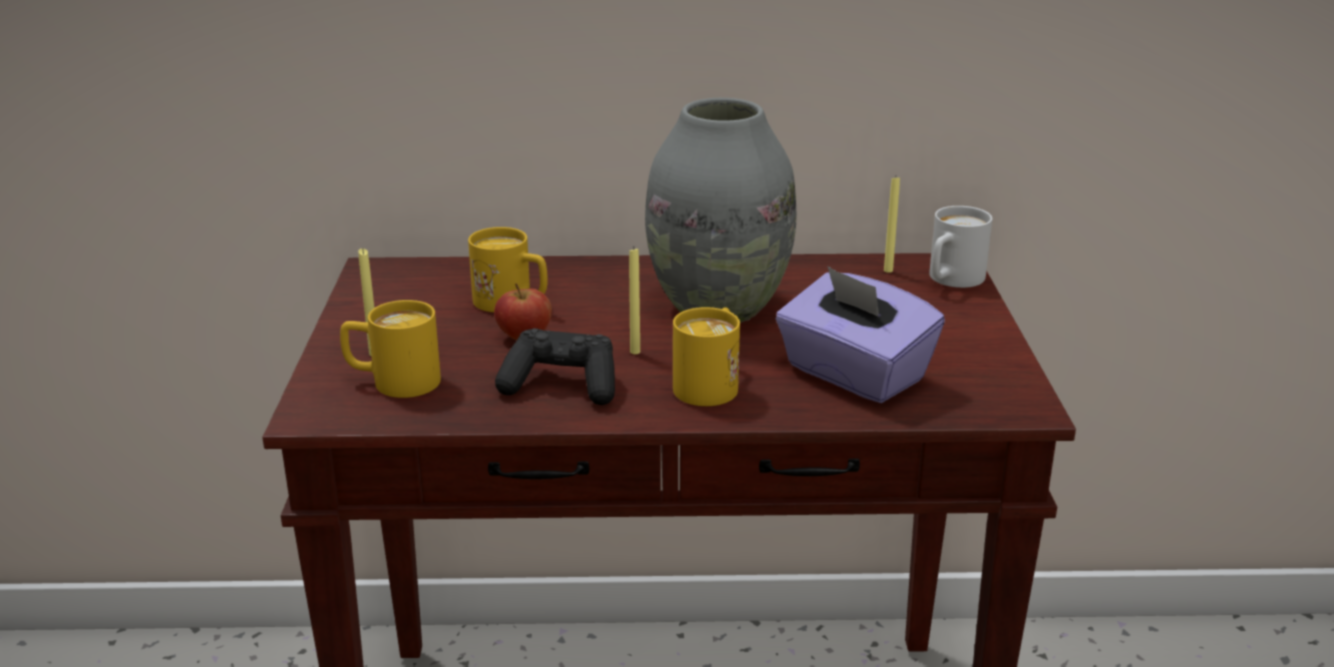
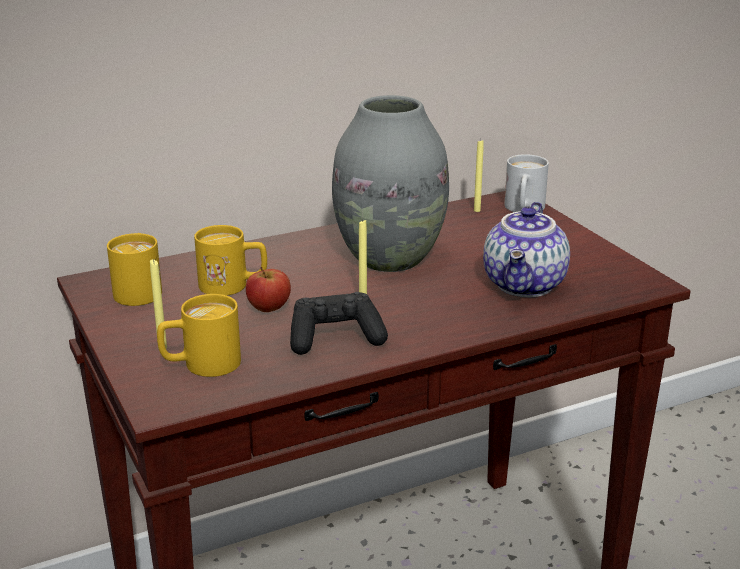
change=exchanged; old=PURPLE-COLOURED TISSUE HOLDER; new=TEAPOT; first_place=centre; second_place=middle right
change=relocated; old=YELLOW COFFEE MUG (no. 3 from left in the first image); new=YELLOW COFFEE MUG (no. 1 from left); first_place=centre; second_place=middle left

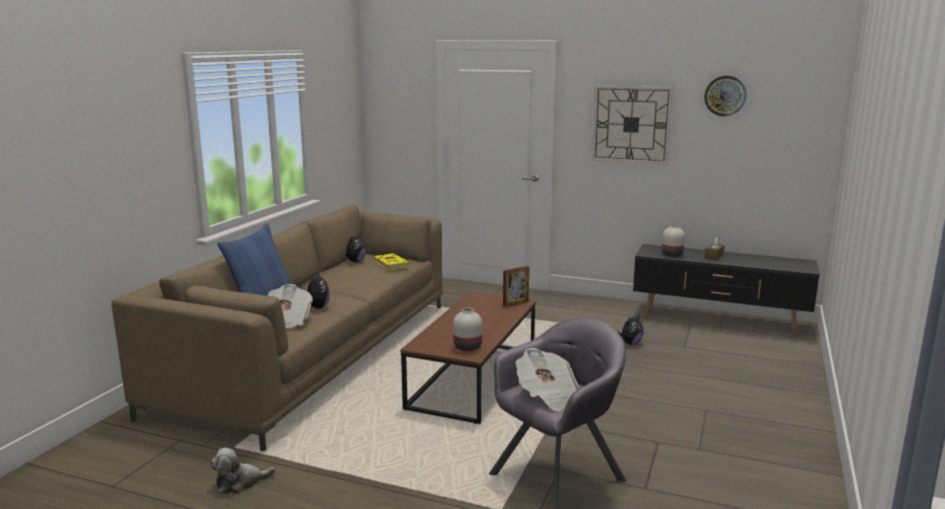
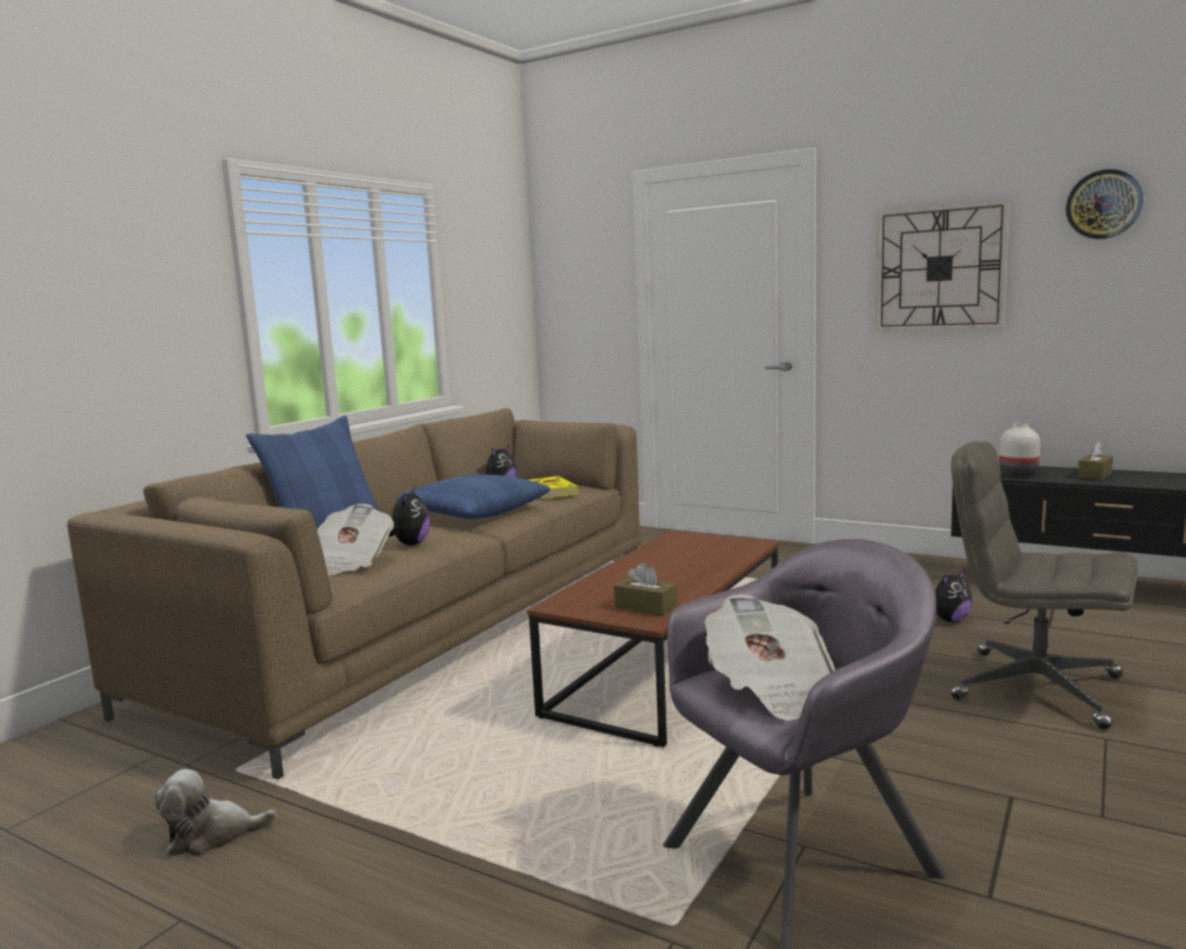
change=missing; old=PICTURE FRAME; first_place=centre
change=exchanged; old=WHITE-COLOURED DECORATIVE VASE (no. 1 from left); new=BROWN-COLOURED TISSUE HOLDER (no. 1 from left); first_place=centre; second_place=centre
change=appeared; new=GREY OFFICE CHAIR; second_place=middle right
change=appeared; new=BLUE THROW PILLOW (no. 2 from left); second_place=centre

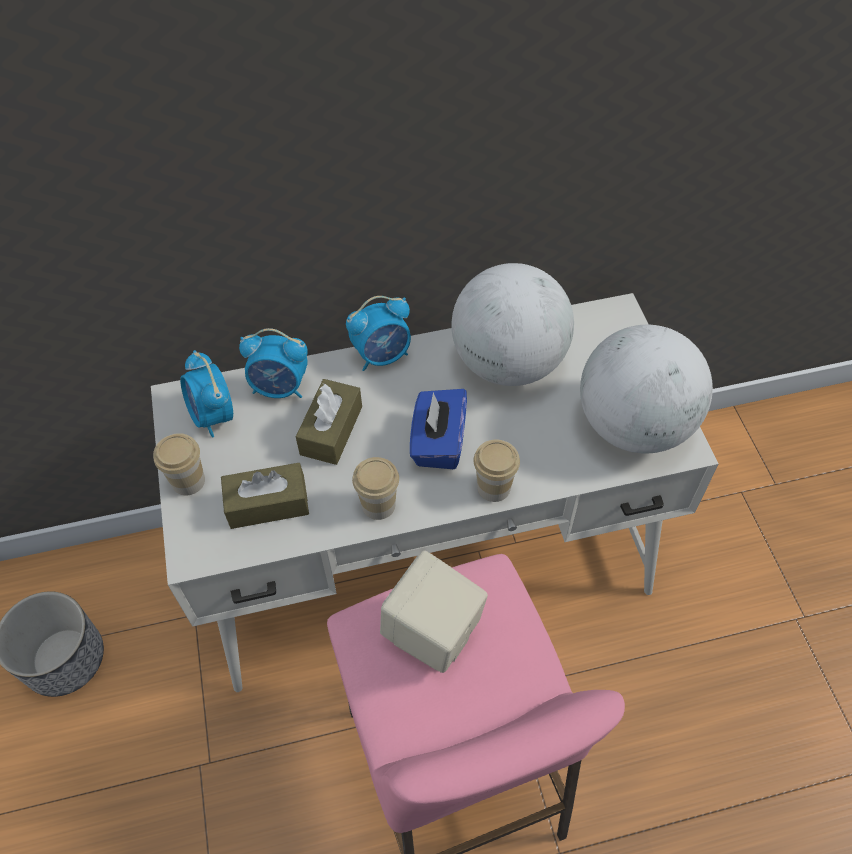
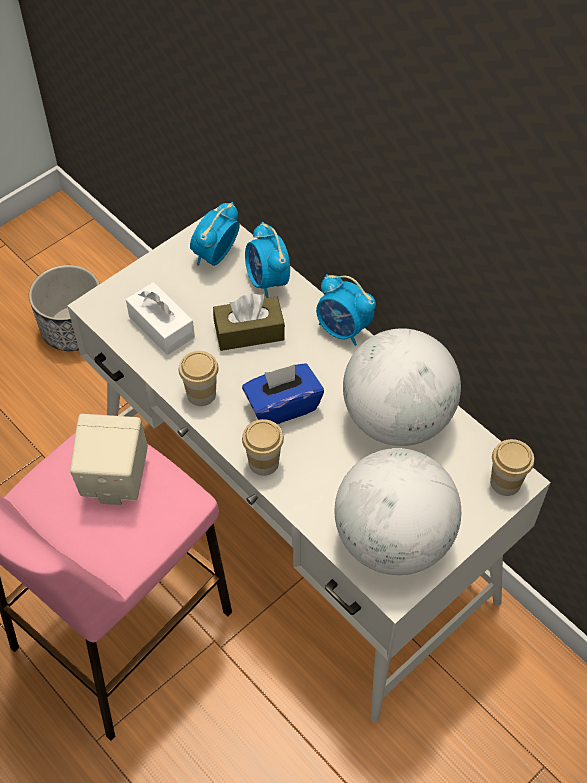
change=relocated; old=DRINKING CUP (no. 1 from left in the first image); new=DRINKING CUP (no. 3 from left); first_place=middle left; second_place=middle right
change=colour; old=BROWN-COLOURED TISSUE HOLDER (no. 1 from left); new=WHITE-COLOURED TISSUE HOLDER; first_place=middle left; second_place=middle left

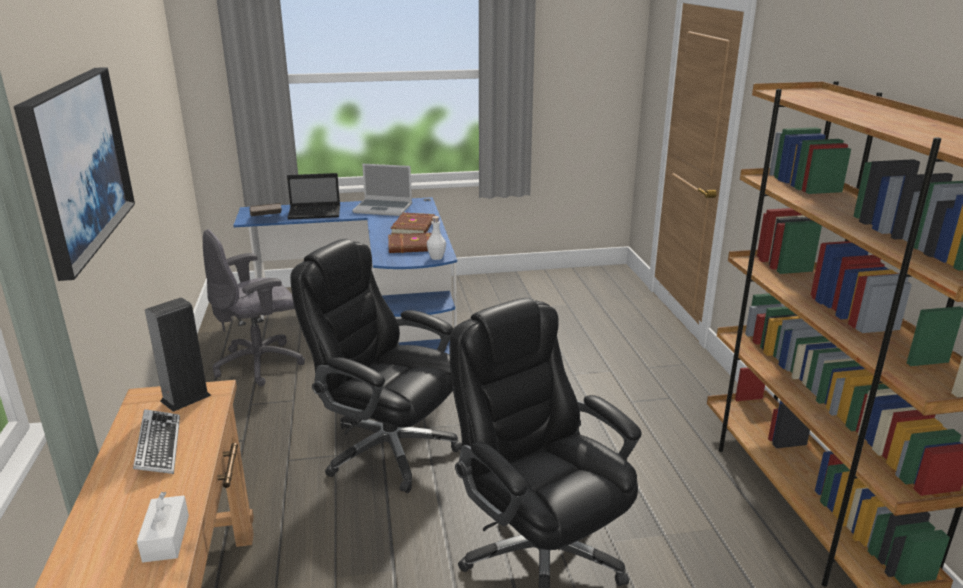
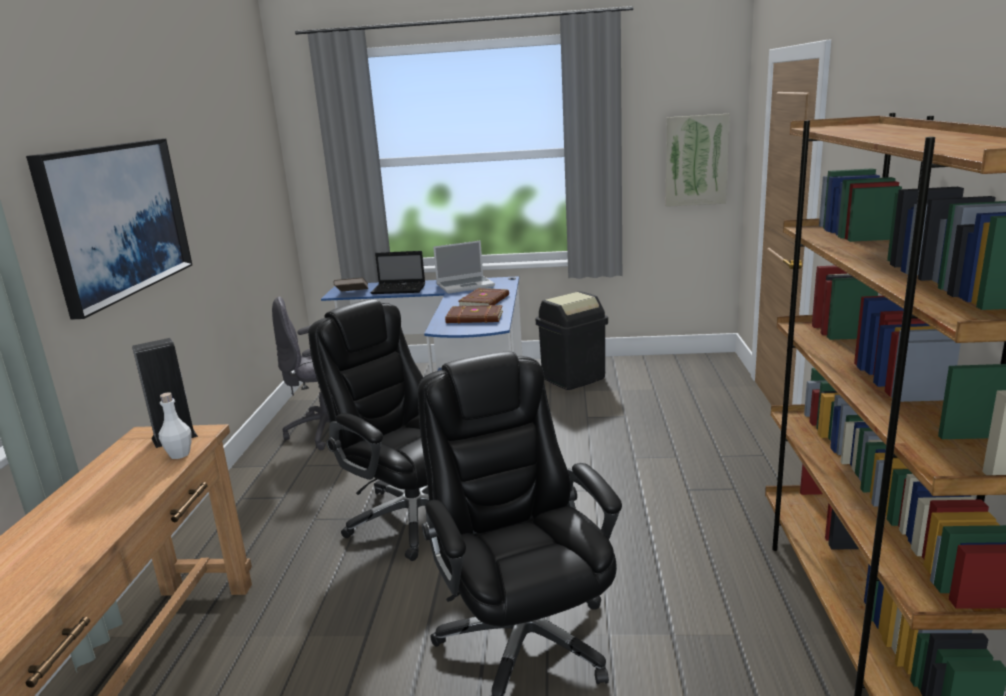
change=spun; old=PORTABLE COMPUTER (no. 2 from left); first_place=top centre; second_place=centre; degrees=-45
change=relocated; old=WHITE-COLOURED BEVERAGE BOTTLE; first_place=centre; second_place=middle left
change=missing; old=COMPUTER KEYBOARD; first_place=bottom left
change=missing; old=WHITE-COLOURED TISSUE HOLDER; first_place=bottom left
change=appeared; new=PICTURE (no. 2 from left); second_place=top right
change=appeared; new=BLACK-COLOURED RUBBISH BIN; second_place=centre

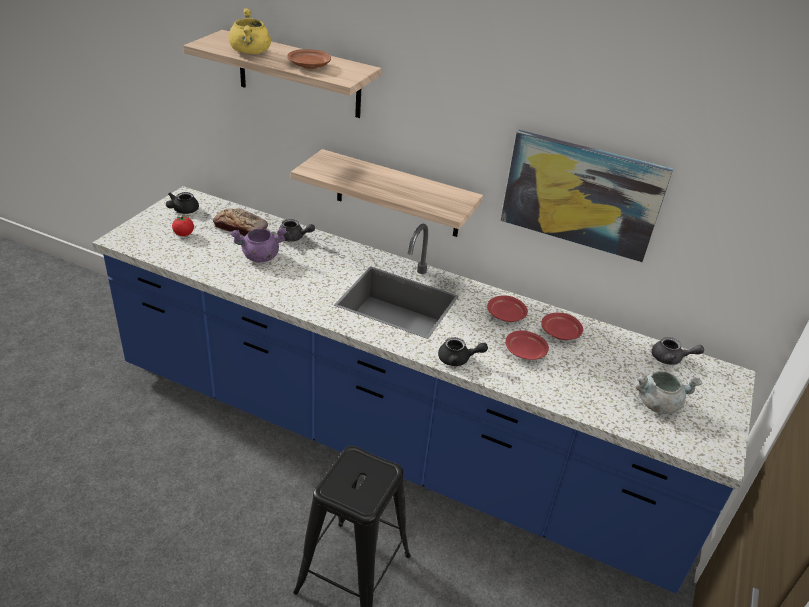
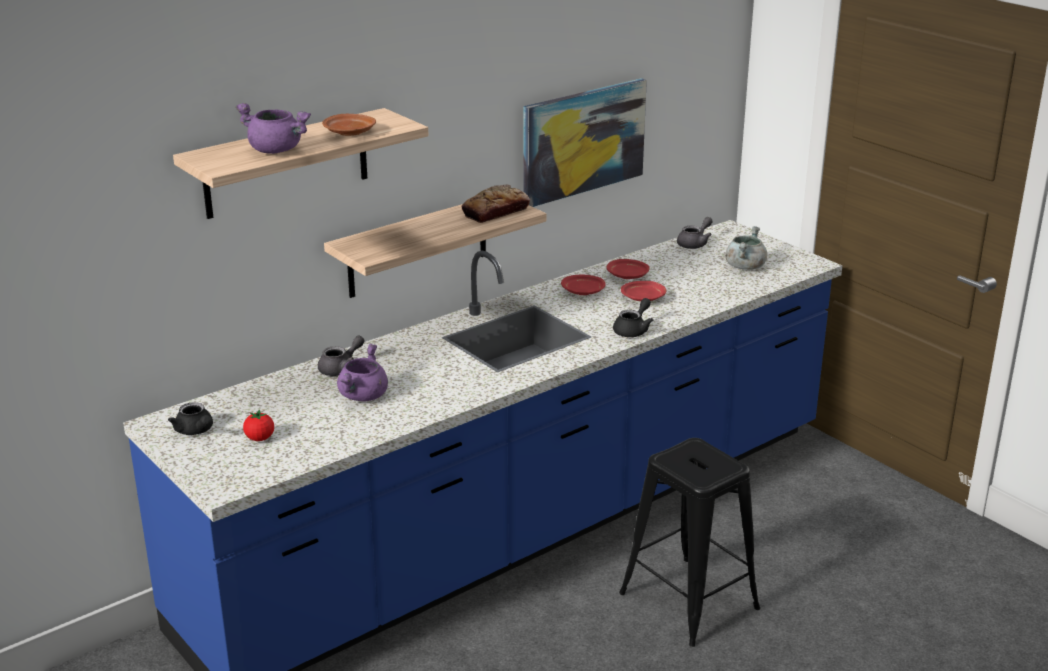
change=colour; old=YELLOW SAUCEPOT; new=PURPLE-COLOURED SAUCEPOT (no. 1 from left); first_place=top left; second_place=top left
change=relocated; old=BAKED BREAD; first_place=middle left; second_place=top centre

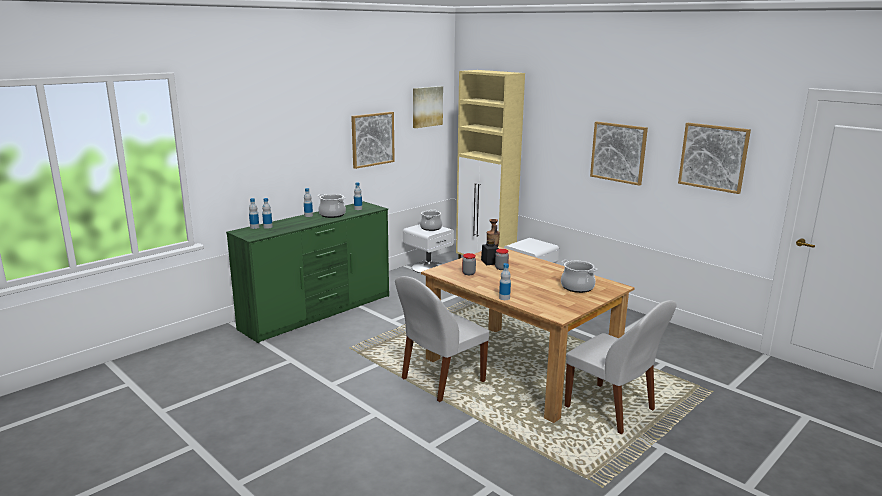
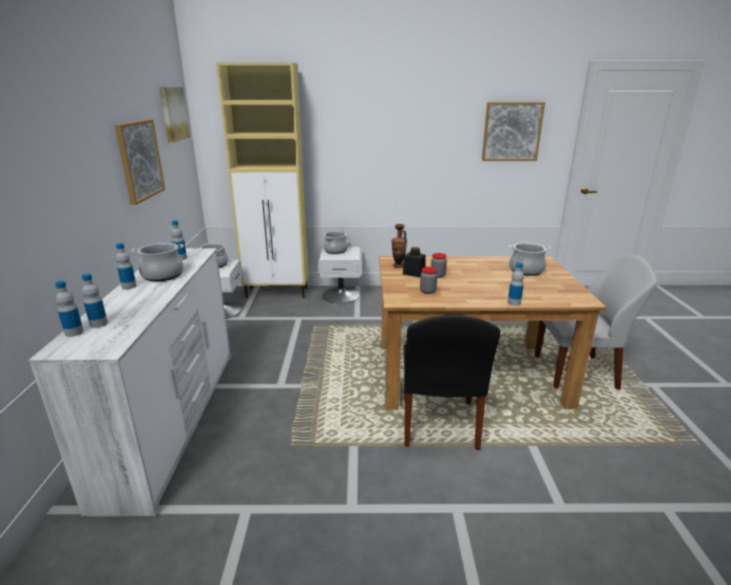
change=missing; old=PICTURE (no. 3 from left); first_place=top right
change=colour; old=GREEN CHEST OF DRAWERS; new=WHITE-COLOURED CHEST OF DRAWERS; first_place=centre; second_place=middle left
change=colour; old=WHITE-COLOURED CHAIR (no. 1 from left); new=BLACK-COLOURED CHAIR; first_place=bottom centre; second_place=centre
change=appeared; new=SAUCEPOT (no. 3 from left); second_place=centre

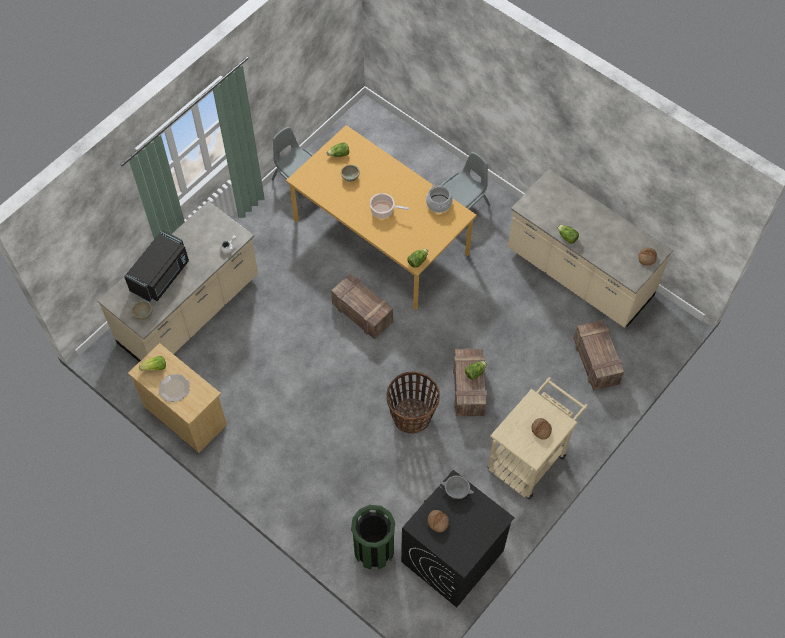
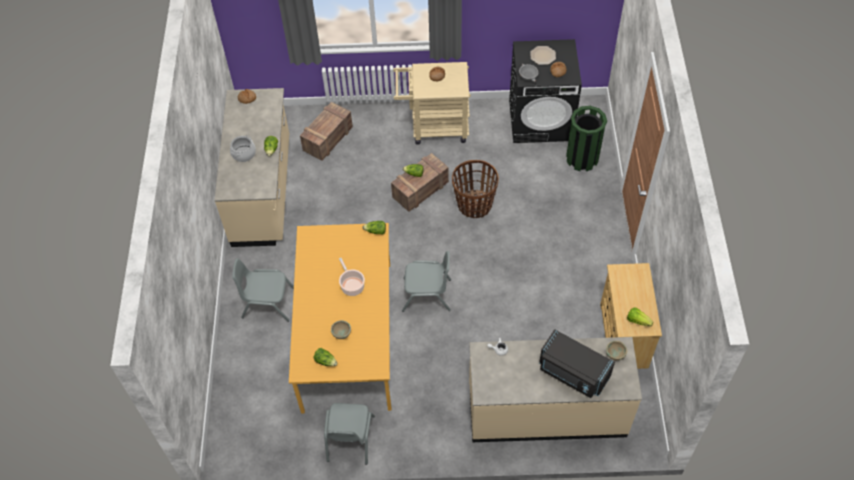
change=relocated; old=SAUCEPOT (no. 2 from left in the first image); new=SAUCEPOT (no. 1 from left); first_place=top centre; second_place=top left
change=spun; old=BLACK-COLOURED MICROWAVE OVEN; first_place=middle left; second_place=bottom right; degrees=-135
change=exchanged; old=CRATE (no. 1 from left); new=GREY CHAIR (no. 3 from left); first_place=centre; second_place=centre
change=relocated; old=DINNER PLATE; first_place=middle left; second_place=top centre

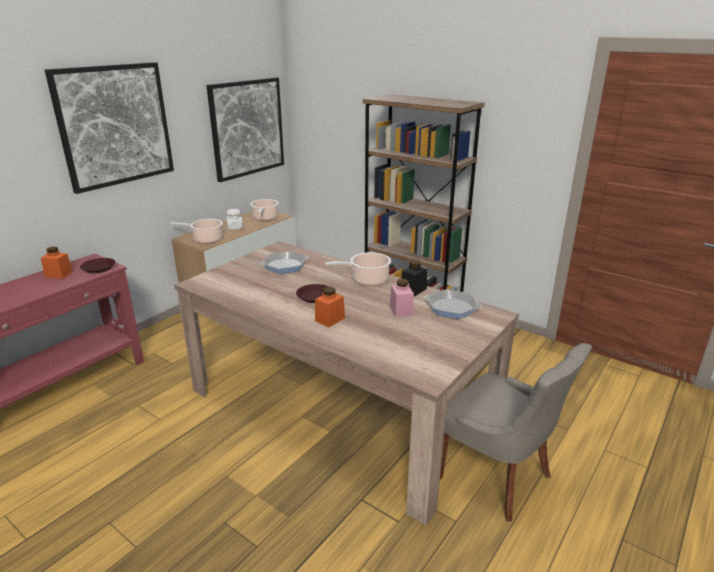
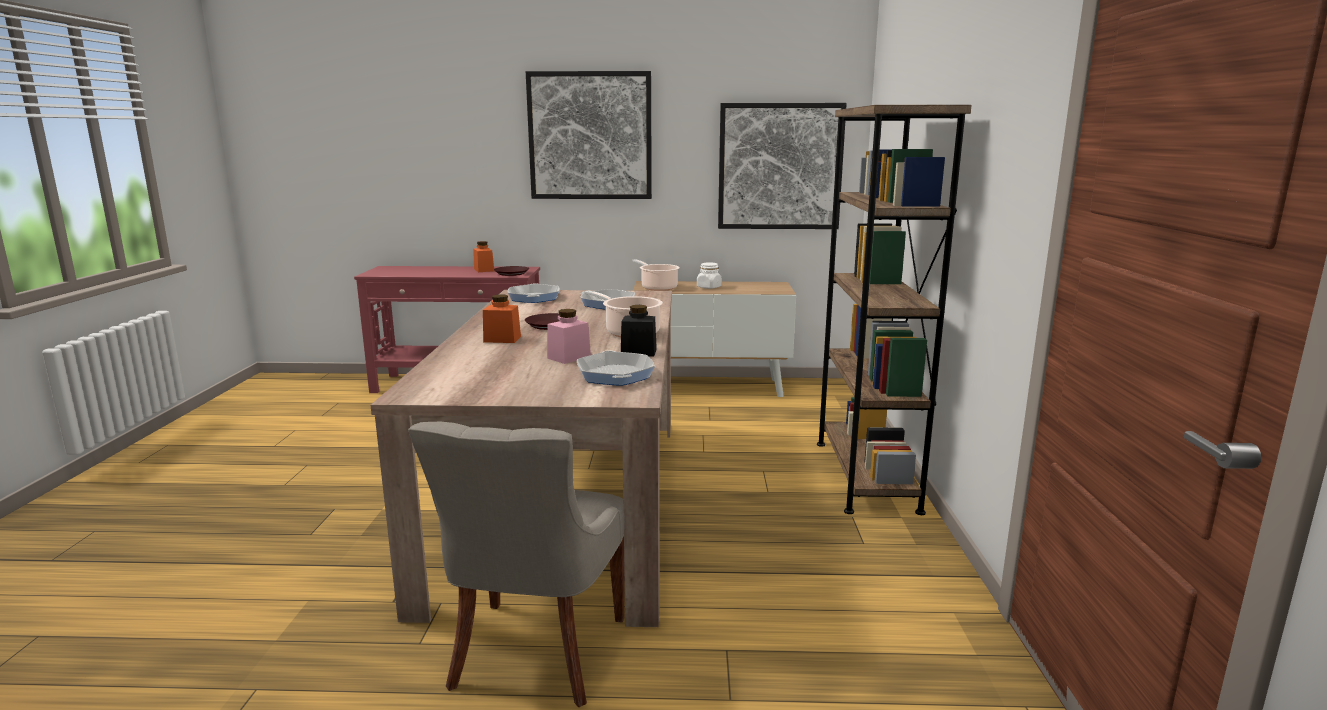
change=missing; old=SAUCEPOT (no. 2 from left); first_place=centre
change=appeared; new=PAN (no. 1 from left); second_place=centre

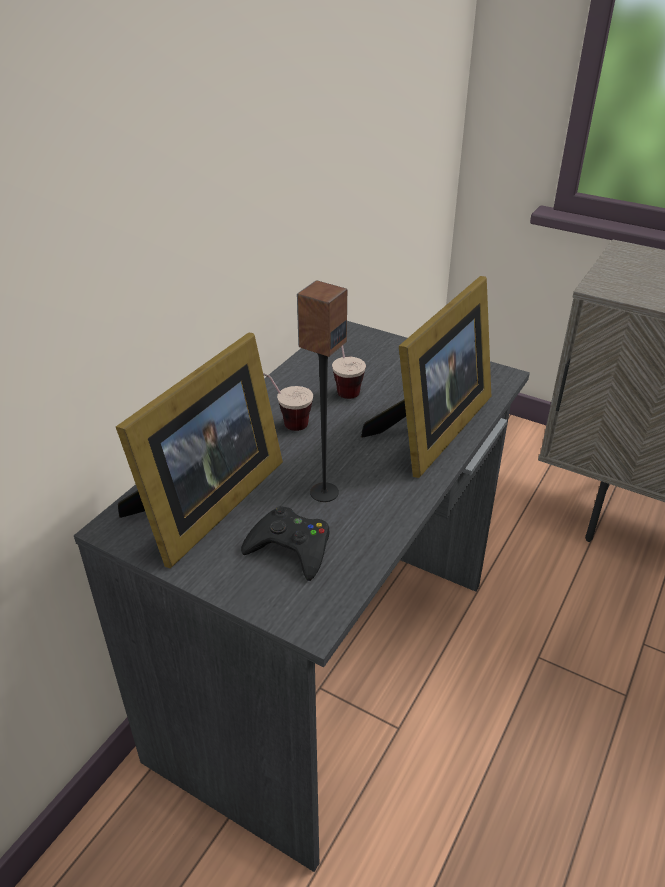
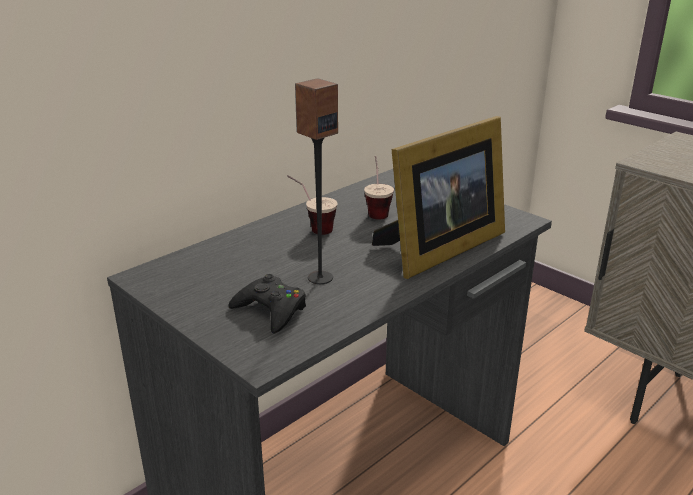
change=missing; old=PICTURE FRAME (no. 1 from left); first_place=middle left

